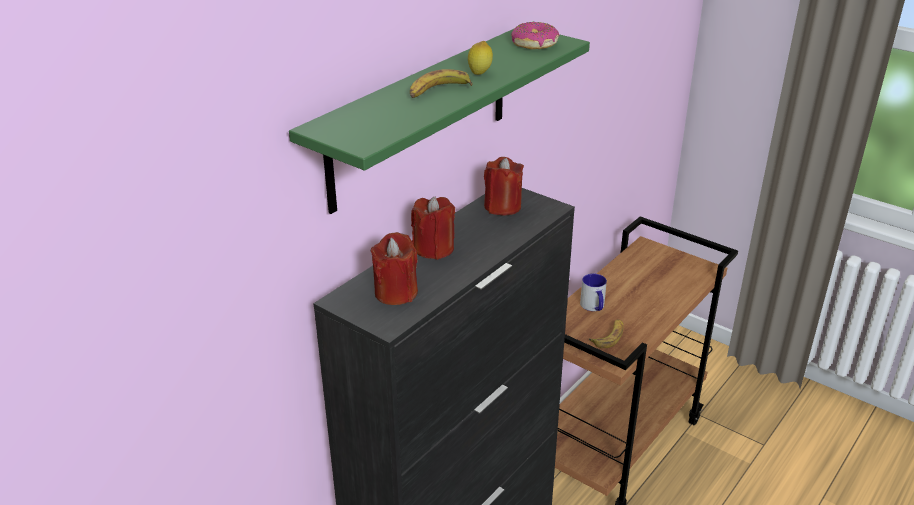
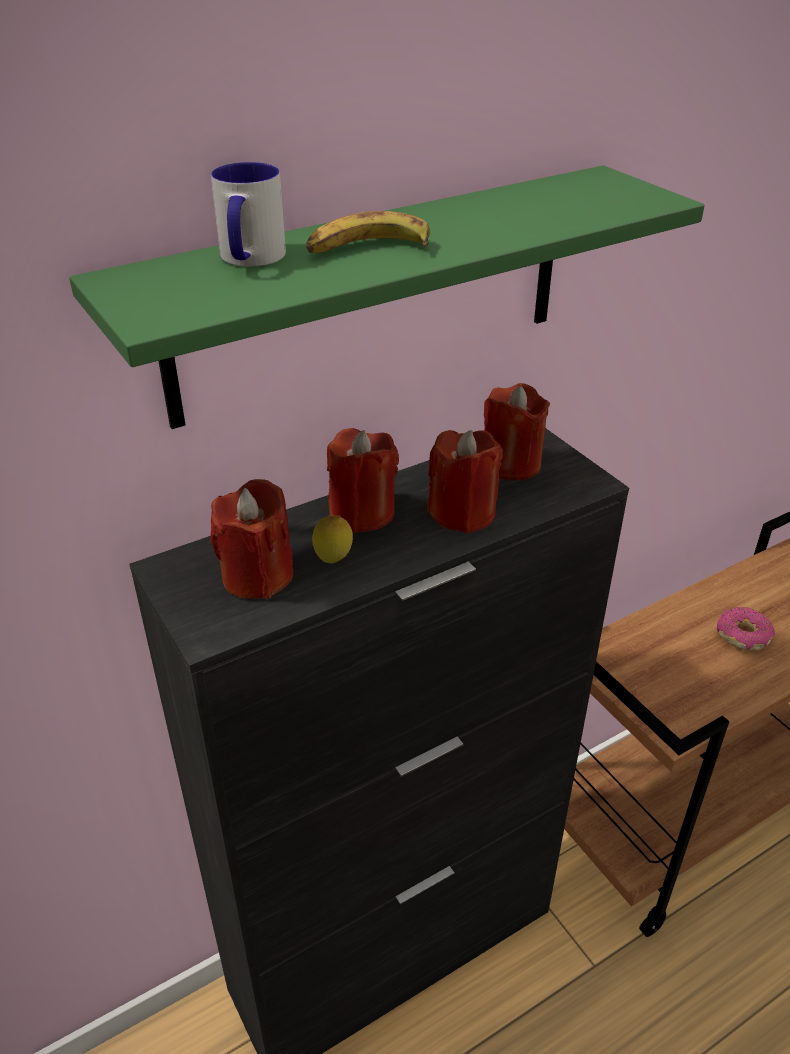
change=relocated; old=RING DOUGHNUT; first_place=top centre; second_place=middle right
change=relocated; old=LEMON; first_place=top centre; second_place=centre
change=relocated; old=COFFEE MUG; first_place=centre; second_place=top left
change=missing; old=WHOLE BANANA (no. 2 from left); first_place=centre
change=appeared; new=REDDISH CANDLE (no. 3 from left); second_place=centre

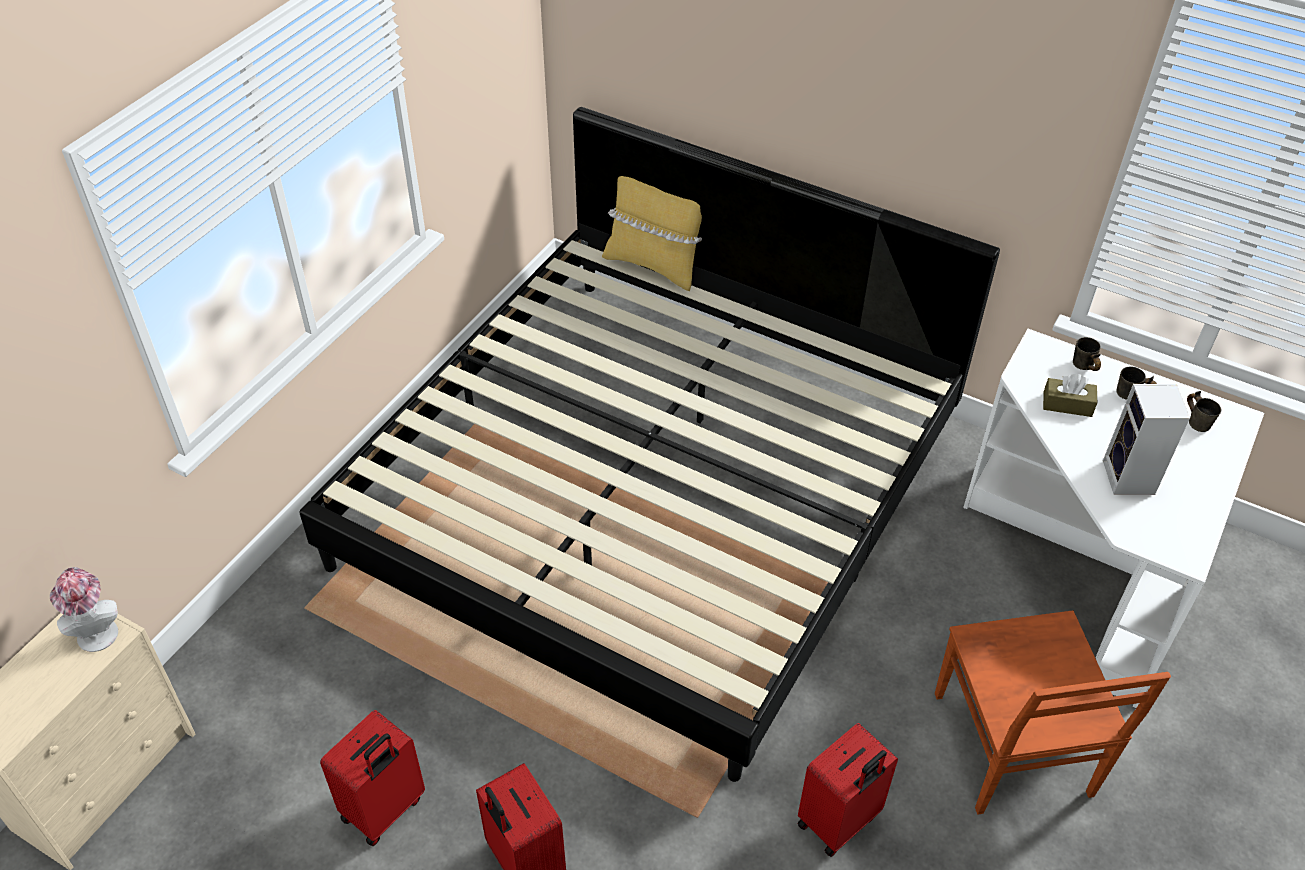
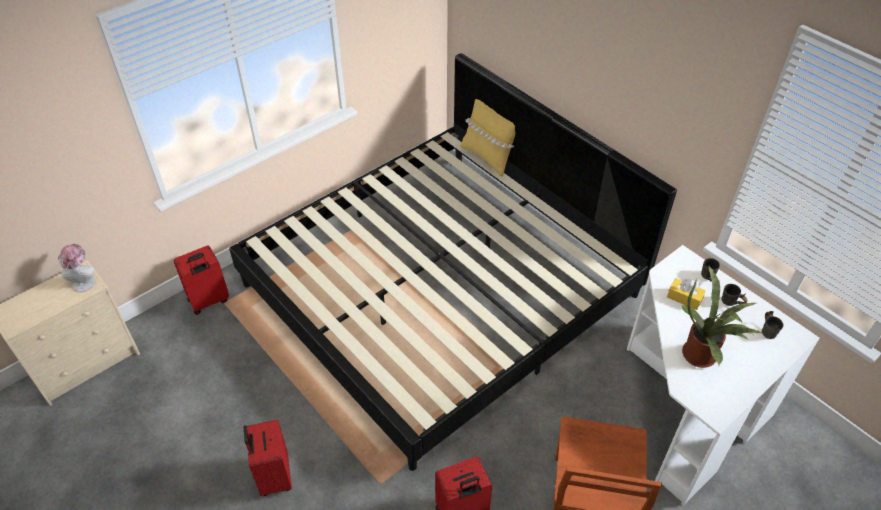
change=colour; old=BROWN-COLOURED TISSUE HOLDER; new=YELLOW TISSUE HOLDER; first_place=middle right; second_place=middle right
change=exchanged; old=LOUDSPEAKER; new=POTTED PLANT; first_place=middle right; second_place=middle right
change=relocated; old=REDDISH PIECE OF LUGGAGE (no. 1 from left); first_place=bottom left; second_place=middle left

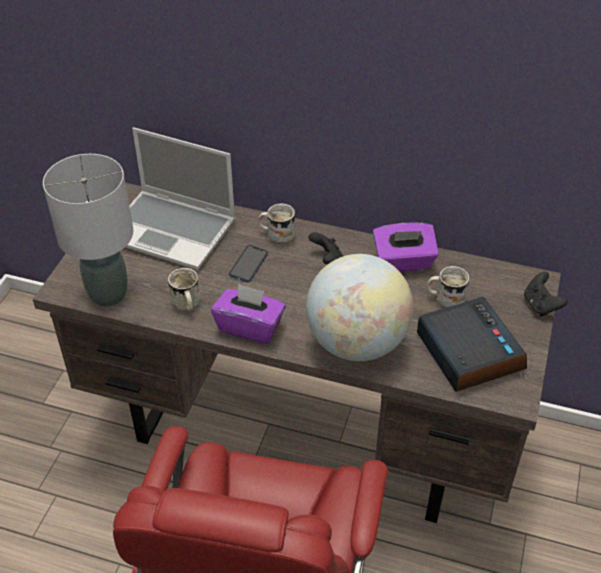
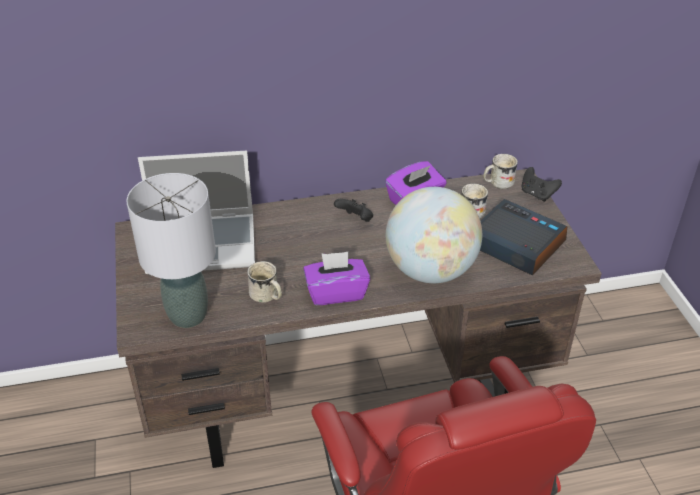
change=relocated; old=WHITE-COLOURED COFFEE MUG (no. 2 from left in the first image); new=WHITE-COLOURED COFFEE MUG (no. 3 from left); first_place=centre; second_place=middle right
change=missing; old=TELEPHONE; first_place=centre

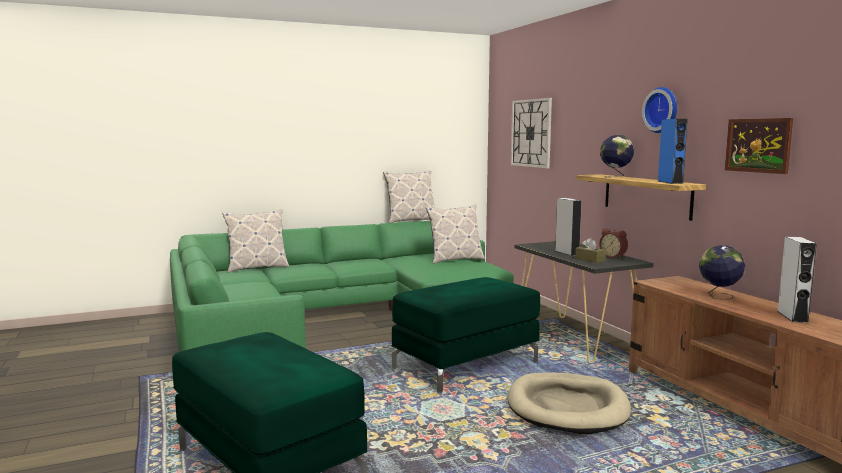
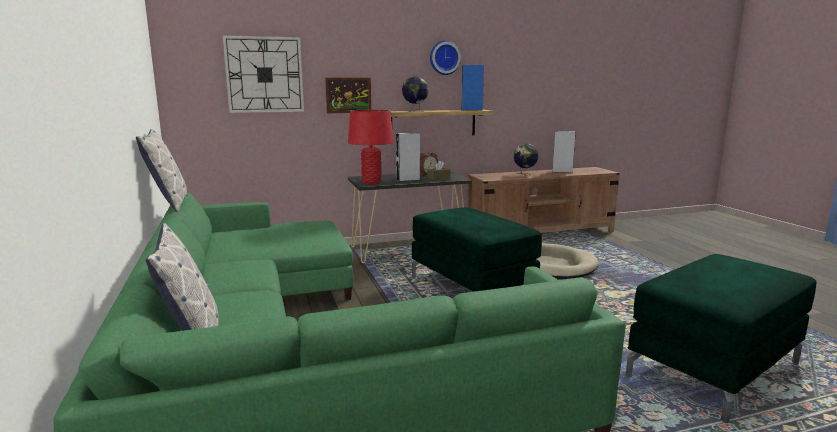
change=relocated; old=PICTURE; first_place=top right; second_place=top centre
change=missing; old=THROW PILLOW (no. 3 from left); first_place=centre
change=appeared; new=REDDISH TABLE LAMP; second_place=centre

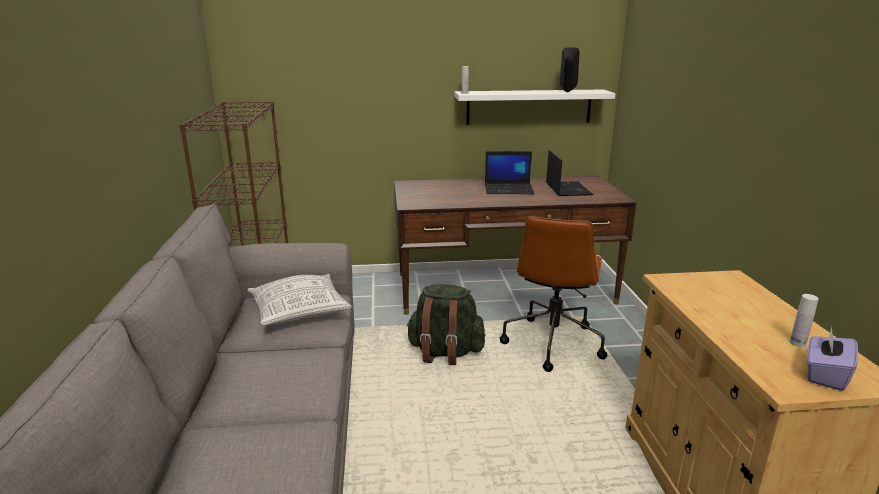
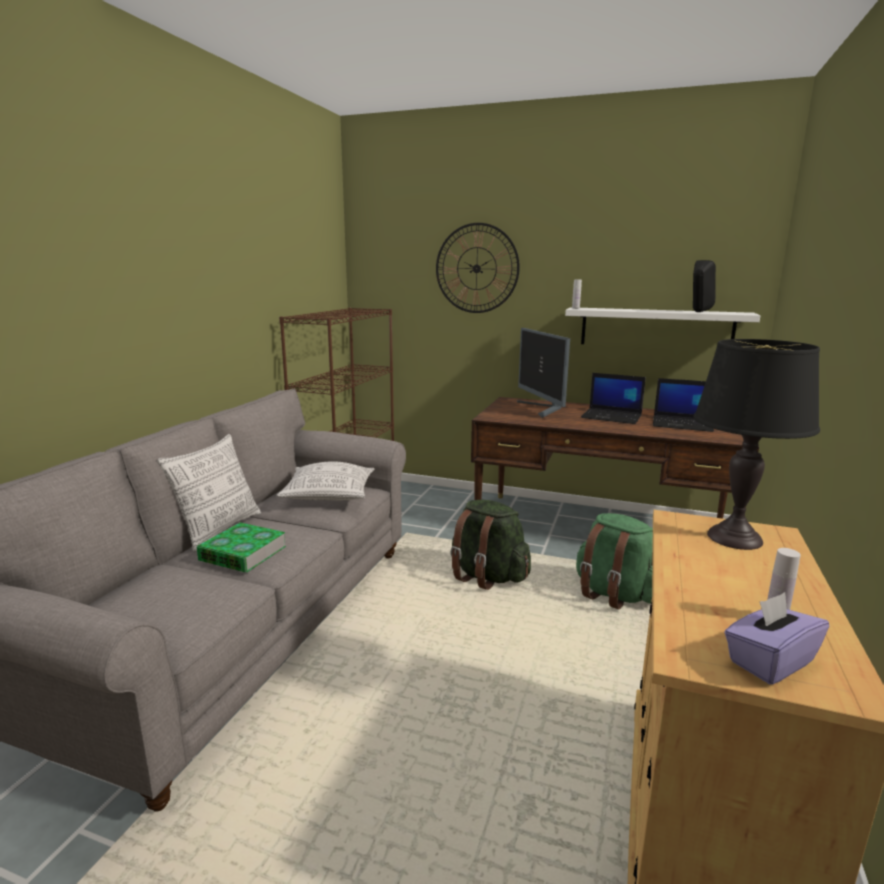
change=spun; old=PORTABLE COMPUTER (no. 2 from left); first_place=centre; second_place=middle right; degrees=90
change=exchanged; old=BROWN-COLOURED OFFICE CHAIR; new=GREEN RUCKSACK (no. 2 from left); first_place=centre; second_place=middle right
change=appeared; new=WALL CLOCK; second_place=top centre
change=appeared; new=COMPUTER DISPLAY; second_place=centre
change=appeared; new=BLACK-COLOURED TABLE LAMP; second_place=middle right
change=appeared; new=THROW PILLOW (no. 1 from left); second_place=middle left
change=appeared; new=VOLUME; second_place=middle left

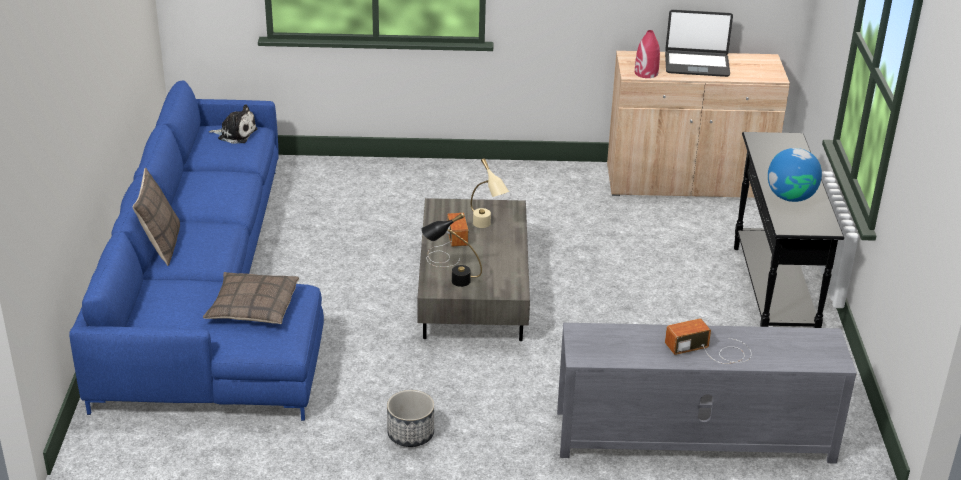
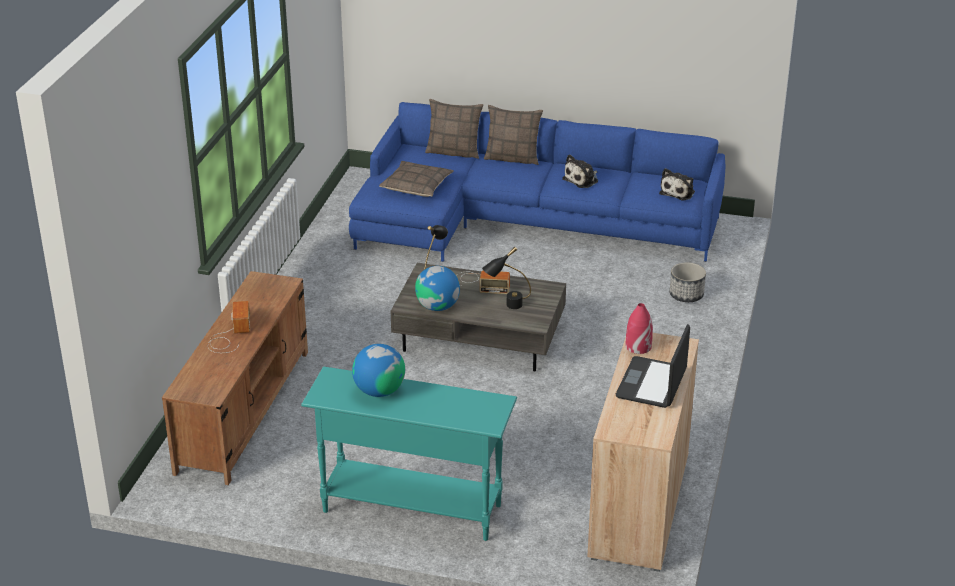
change=colour; old=BLACK-COLOURED HALL TABLE; new=TURQUOISE HALL TABLE; first_place=middle right; second_place=bottom centre
change=colour; old=SAND-COLOURED TABLE LAMP; new=BLACK-COLOURED TABLE LAMP (no. 2 from left); first_place=centre; second_place=centre
change=colour; old=GREY TV STAND; new=BROWN-COLOURED TV STAND; first_place=bottom right; second_place=middle left
change=relocated; old=PLANT POT; first_place=bottom centre; second_place=middle right
change=appeared; new=THROW PILLOW (no. 2 from left); second_place=top centre
change=appeared; new=SOFT TOY (no. 1 from left); second_place=top centre
change=appeared; new=WORLD GLOBE (no. 2 from left); second_place=centre

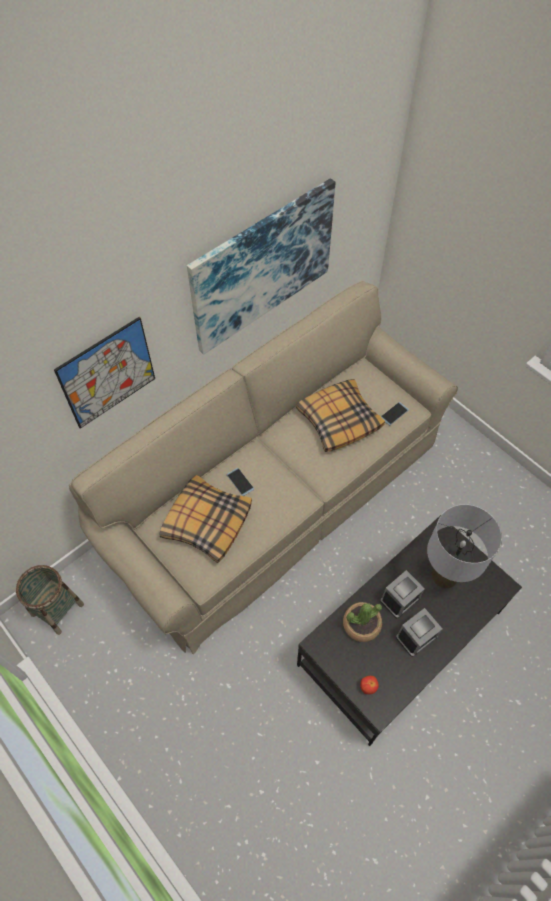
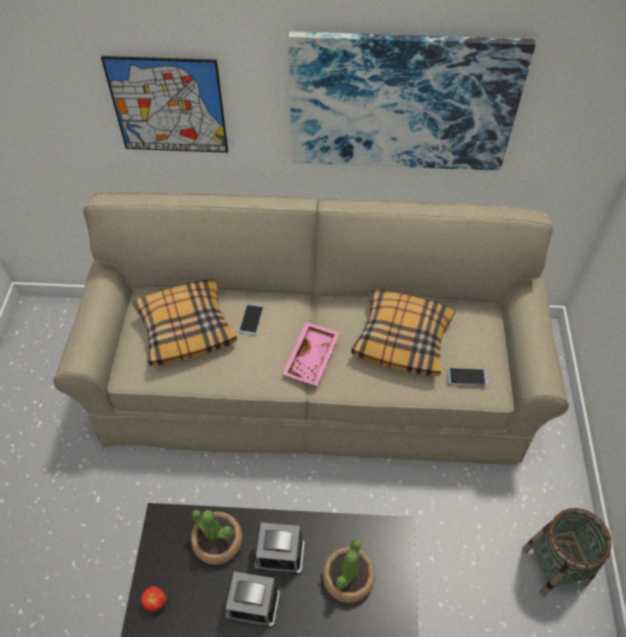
change=exchanged; old=GREY TABLE LAMP; new=POTTED PLANT (no. 2 from left); first_place=middle right; second_place=bottom centre
change=relocated; old=HOUSEHOLD BASKET; first_place=middle left; second_place=bottom right
change=appeared; new=PINK CARRYING TRAY; second_place=centre

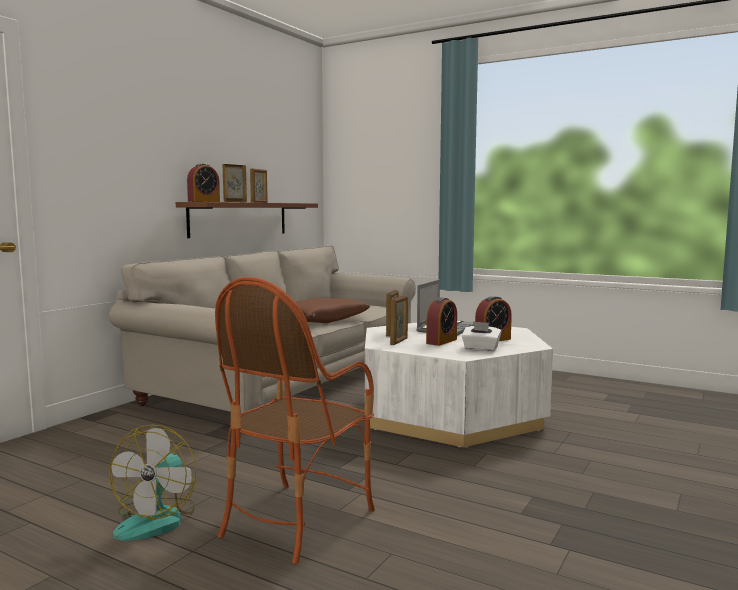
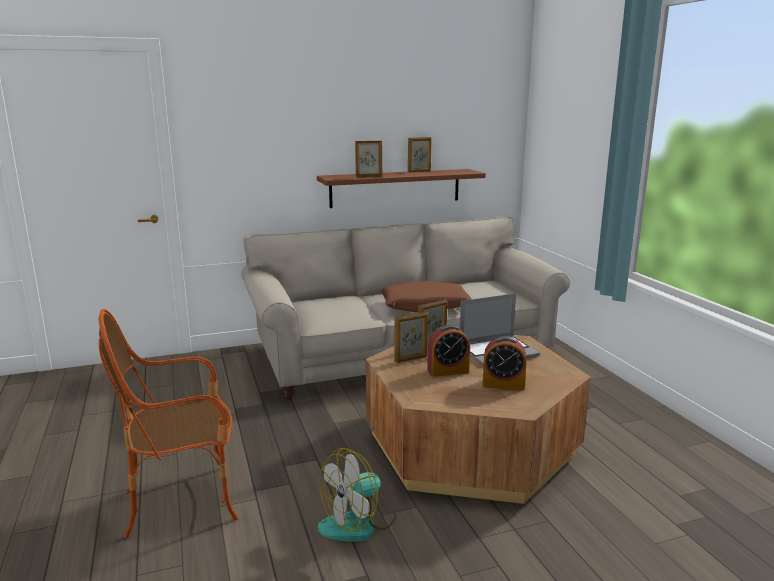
change=missing; old=TABLE CLOCK (no. 1 from left); first_place=top left
change=missing; old=WHITE-COLOURED TISSUE HOLDER; first_place=centre
change=colour; old=WHITE-COLOURED LOUNGE TABLE; new=BROWN-COLOURED LOUNGE TABLE; first_place=centre; second_place=bottom centre
change=relocated; old=ELECTRIC FAN; first_place=bottom left; second_place=bottom centre

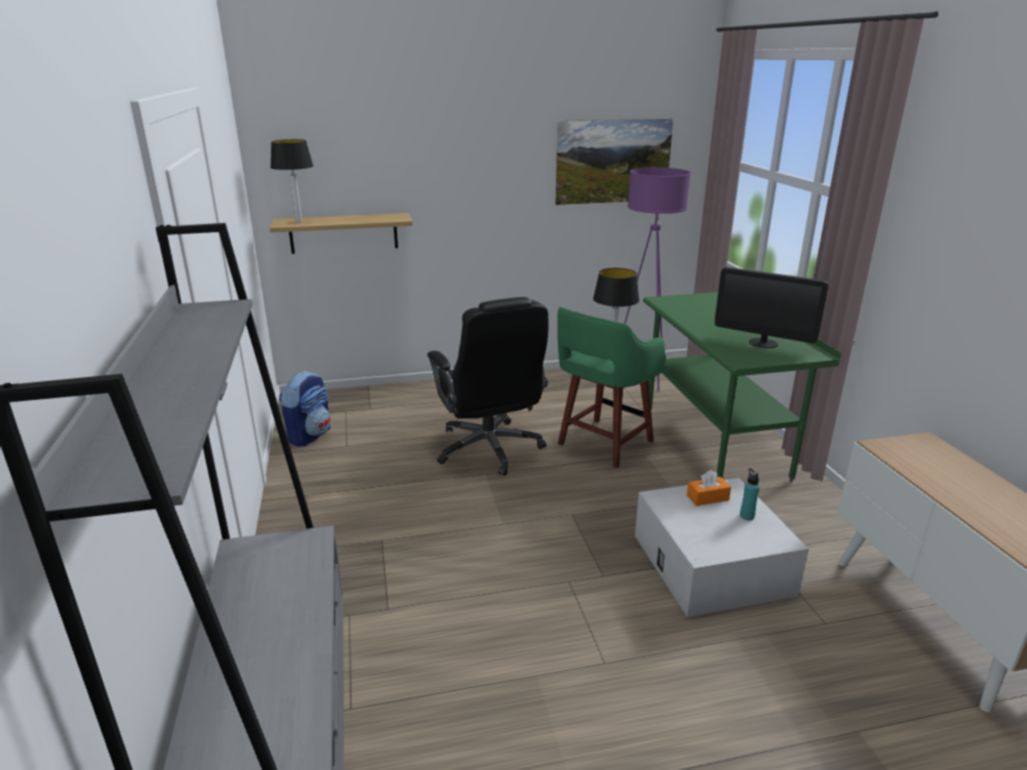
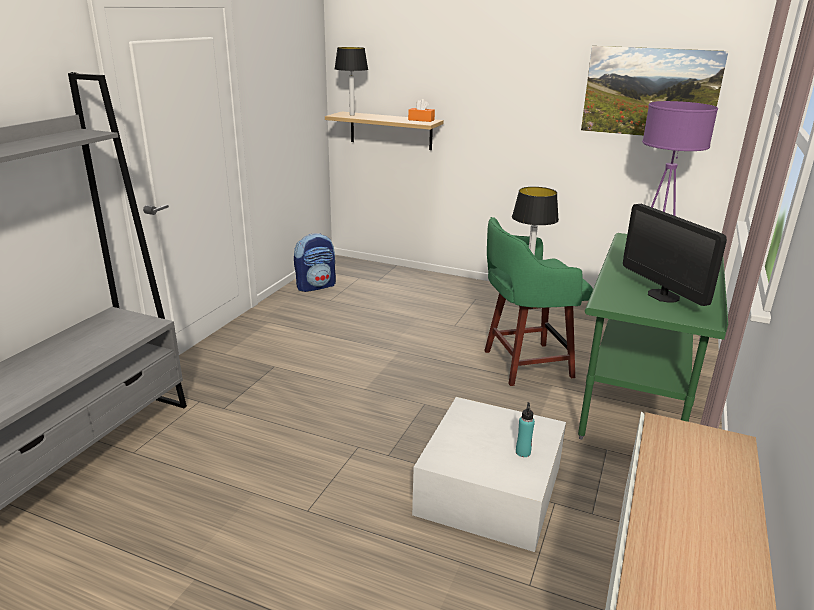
change=missing; old=BLACK-COLOURED OFFICE CHAIR; first_place=centre
change=relocated; old=ORANGE-COLOURED TISSUE HOLDER; first_place=middle right; second_place=top centre

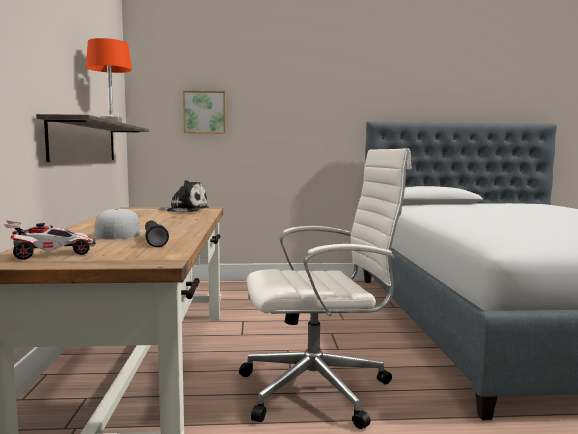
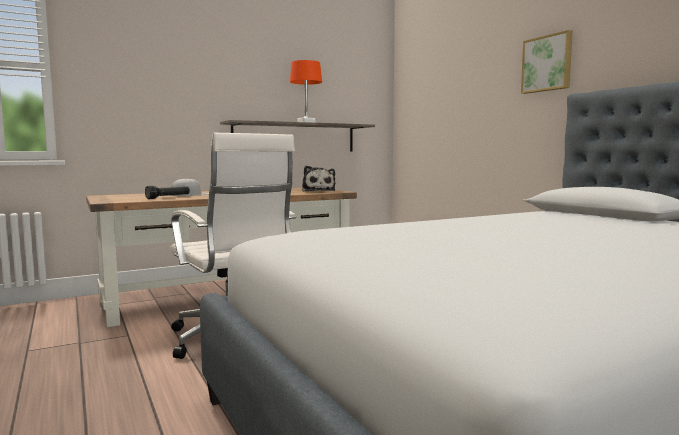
change=relocated; old=PICTURE; first_place=top centre; second_place=top right
change=missing; old=MINIATURE CAR; first_place=middle left

